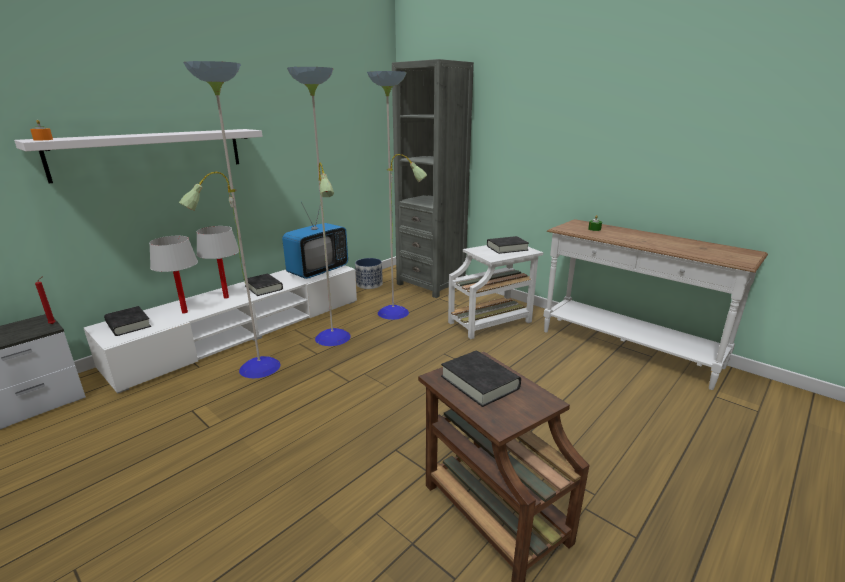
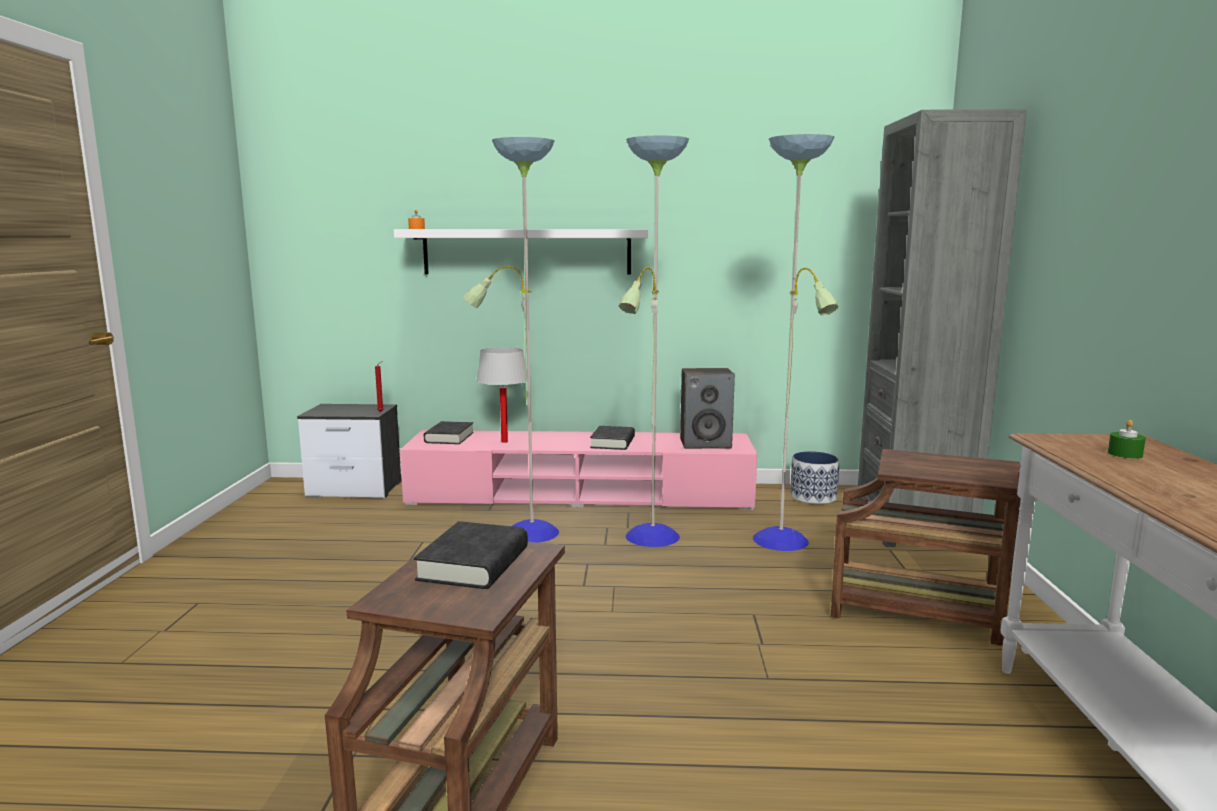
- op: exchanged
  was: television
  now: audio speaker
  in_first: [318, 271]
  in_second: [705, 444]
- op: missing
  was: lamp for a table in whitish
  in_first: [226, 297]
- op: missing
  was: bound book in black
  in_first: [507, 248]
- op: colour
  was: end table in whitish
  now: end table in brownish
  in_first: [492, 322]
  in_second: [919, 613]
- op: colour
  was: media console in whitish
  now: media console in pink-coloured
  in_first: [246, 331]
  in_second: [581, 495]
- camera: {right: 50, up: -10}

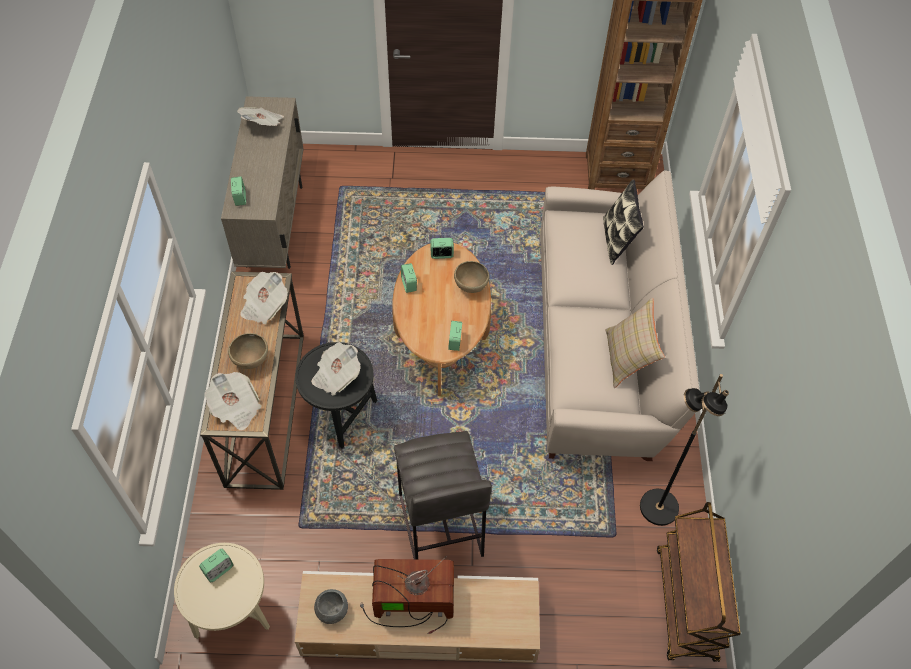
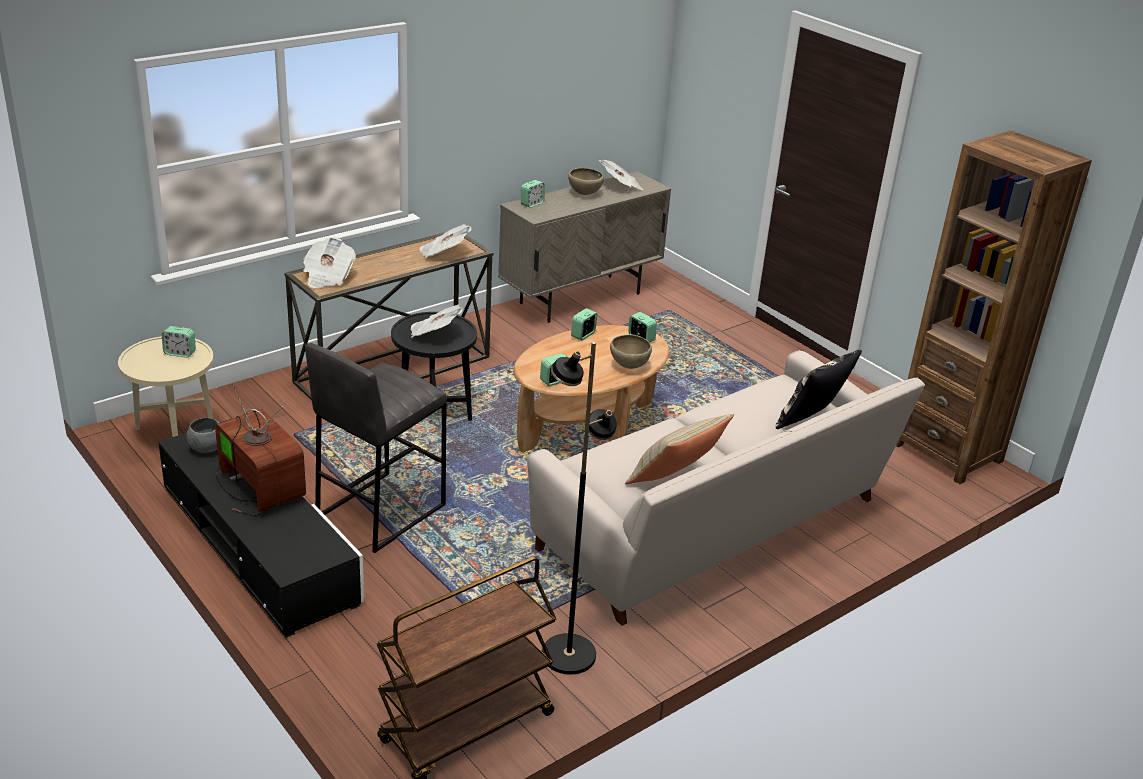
- op: relocated
  was: serving bowl in brownish
  in_first: [251, 361]
  in_second: [584, 194]
- op: colour
  was: media console in beige
  now: media console in black
  in_first: [419, 625]
  in_second: [259, 544]
- camera: {right: 50, up: -25}

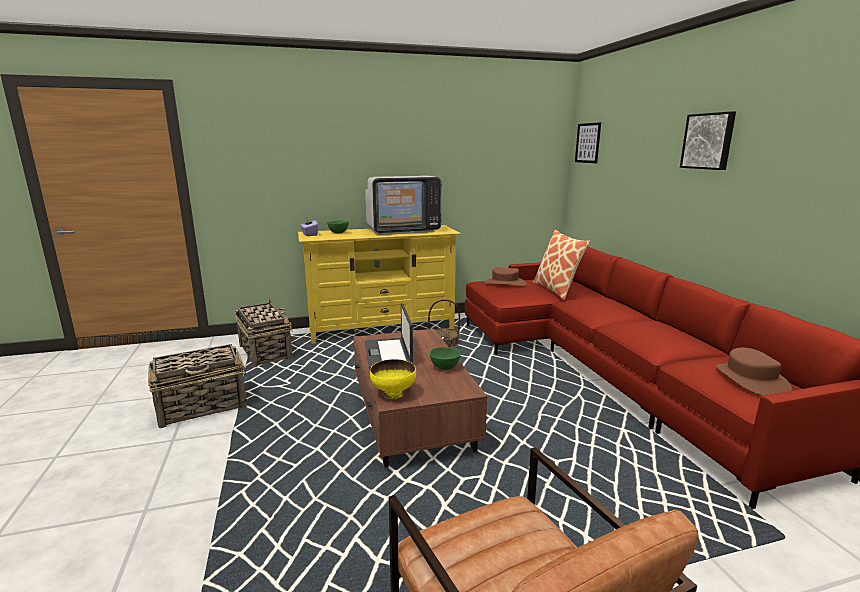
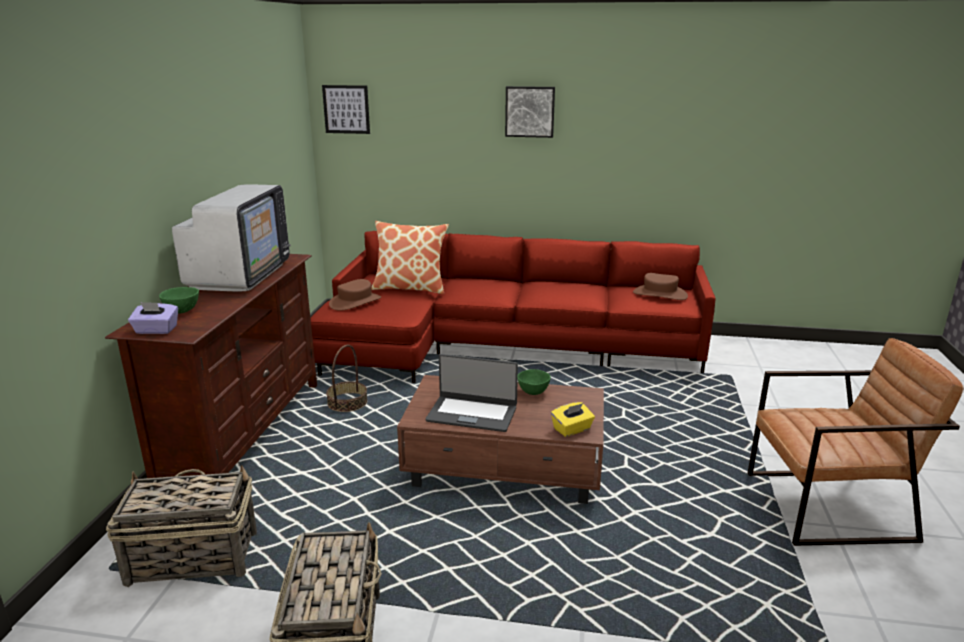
- op: colour
  was: media console in yellow
  now: media console in brownish
  in_first: [382, 329]
  in_second: [244, 433]
- op: exchanged
  was: serving bowl in yellow
  now: tissue holder in yellow
  in_first: [394, 393]
  in_second: [572, 429]
- camera: {right: -65, up: 5}

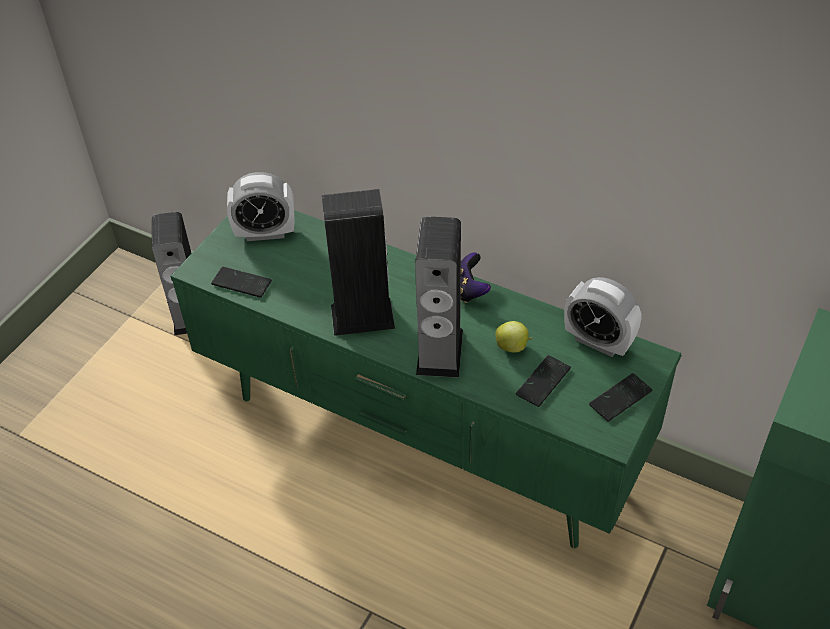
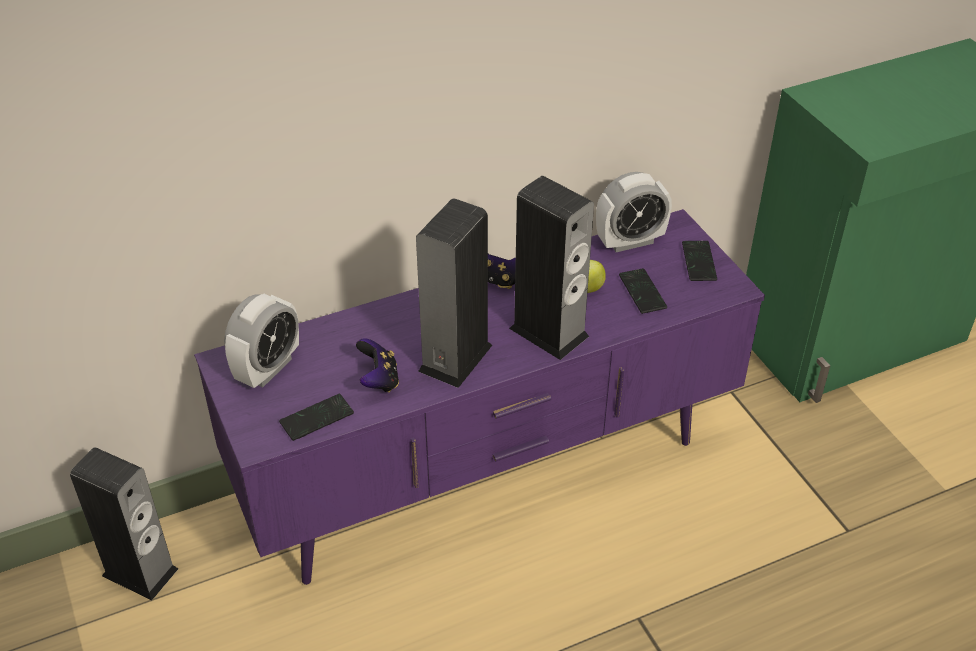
- op: colour
  was: media console in greenish
  now: media console in purple-coloured
  in_first: [420, 439]
  in_second: [487, 478]
- op: appeared
  now: gamepad
  in_second: [379, 380]
- camera: {right: -55, up: -5}

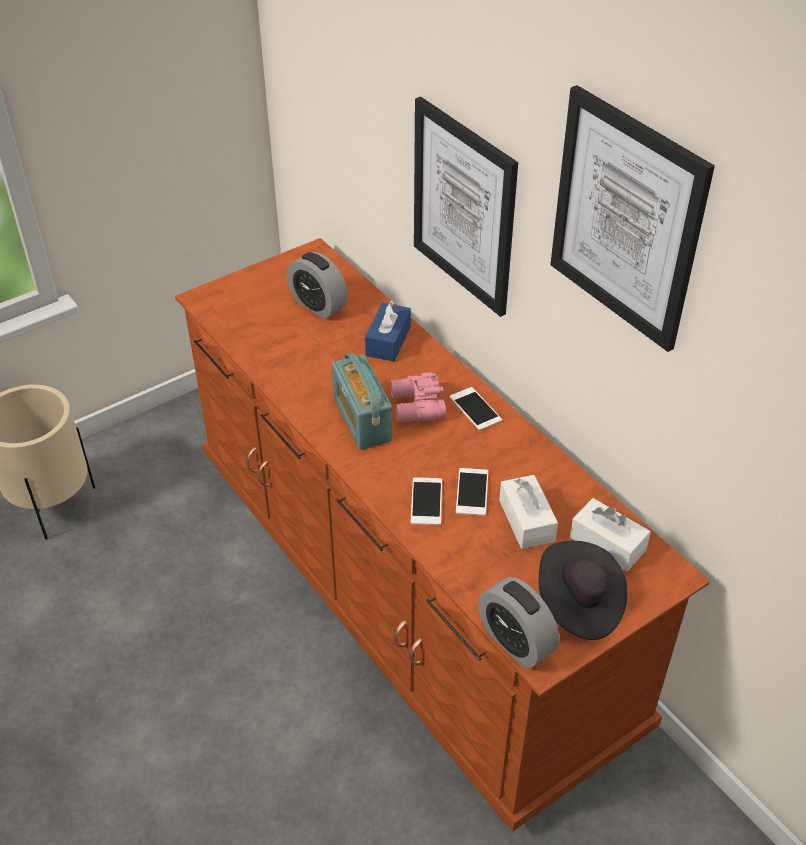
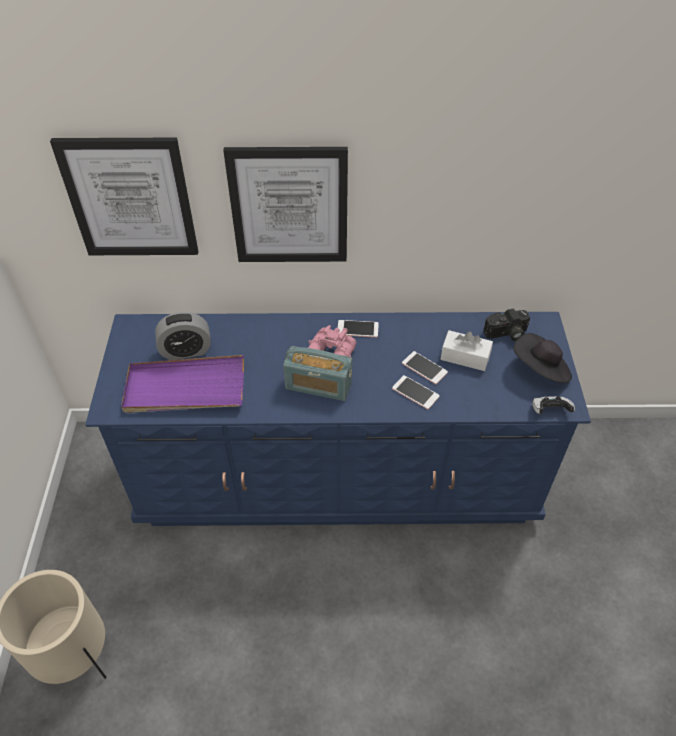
- op: relocated
  was: wall art
  in_first: [626, 219]
  in_second: [130, 198]
- op: colour
  was: chest of drawers in brownish
  now: chest of drawers in blue-coloured
  in_first: [405, 587]
  in_second: [337, 475]
- op: missing
  was: tissue holder in blue-coloured
  in_first: [388, 341]
- op: exchanged
  was: tissue holder in whitish
  now: still camera
  in_first: [607, 544]
  in_second: [506, 334]
- op: exchanged
  was: table clock
  now: gamepad
  in_first: [515, 642]
  in_second: [549, 411]
- op: appeared
  now: serving tray in purple-coloured
  in_second: [185, 388]
- camera: {right: -55, up: 5}

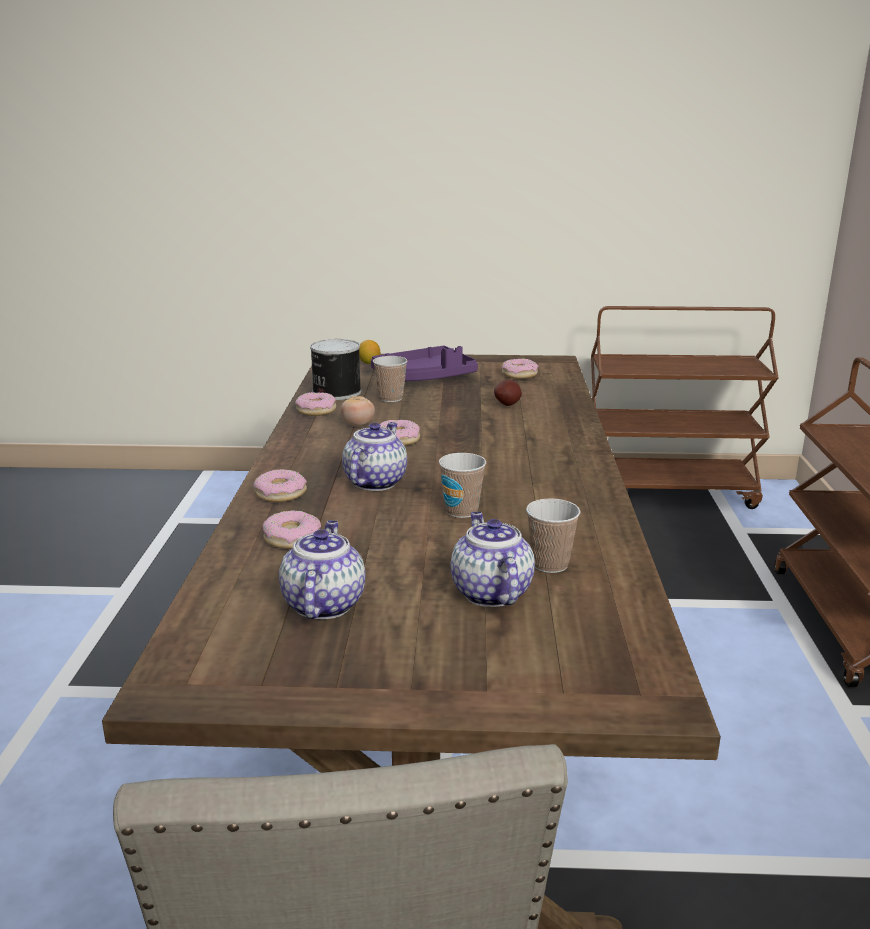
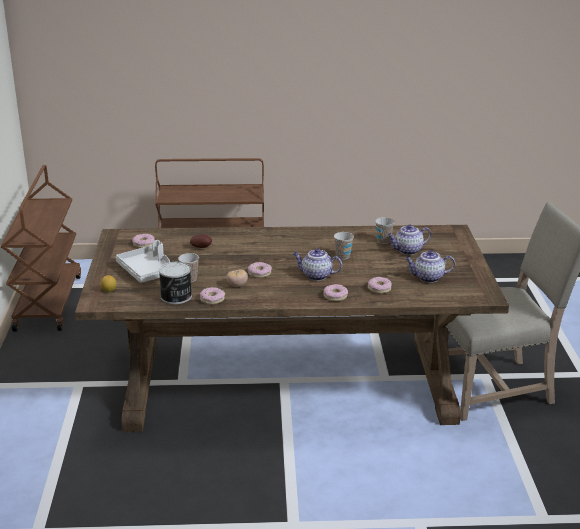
- op: colour
  was: serving tray in purple-coloured
  now: serving tray in grey
  in_first: [424, 378]
  in_second: [147, 271]
- camera: {right: -95, up: 5}

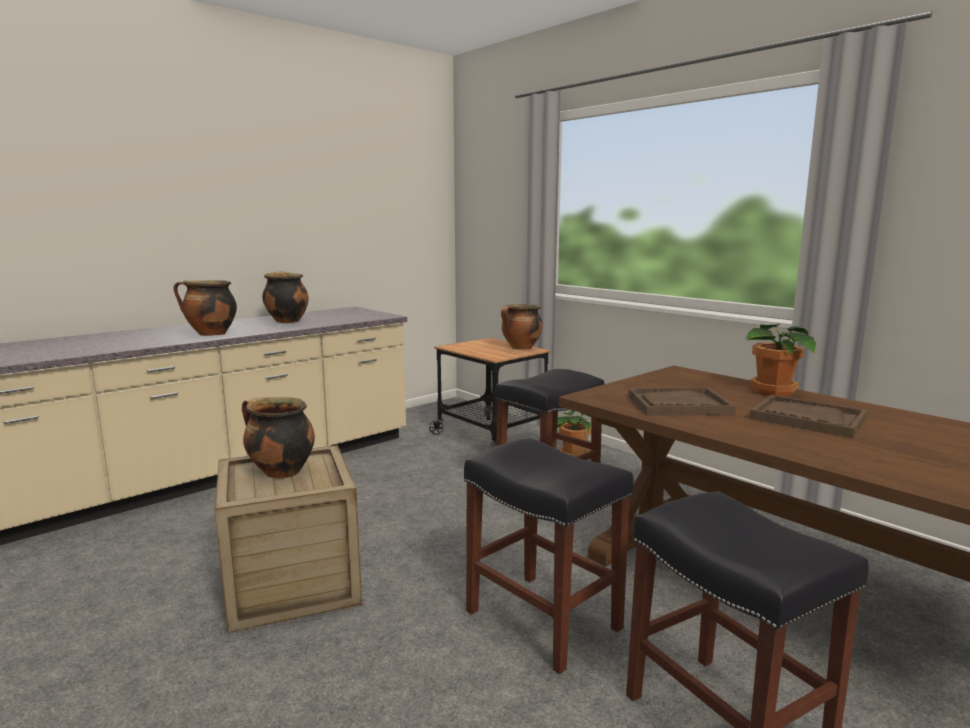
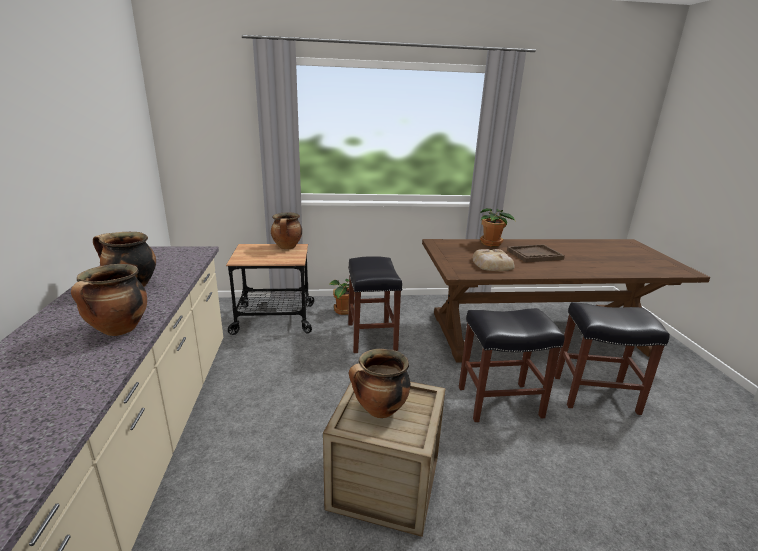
- op: exchanged
  was: serving tray in brownish
  now: baked bread
  in_first: [678, 405]
  in_second: [492, 264]
- camera: {right: -55, up: 10}

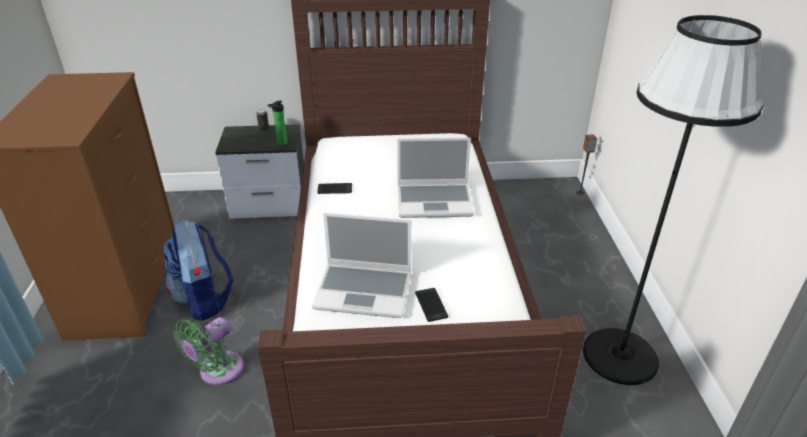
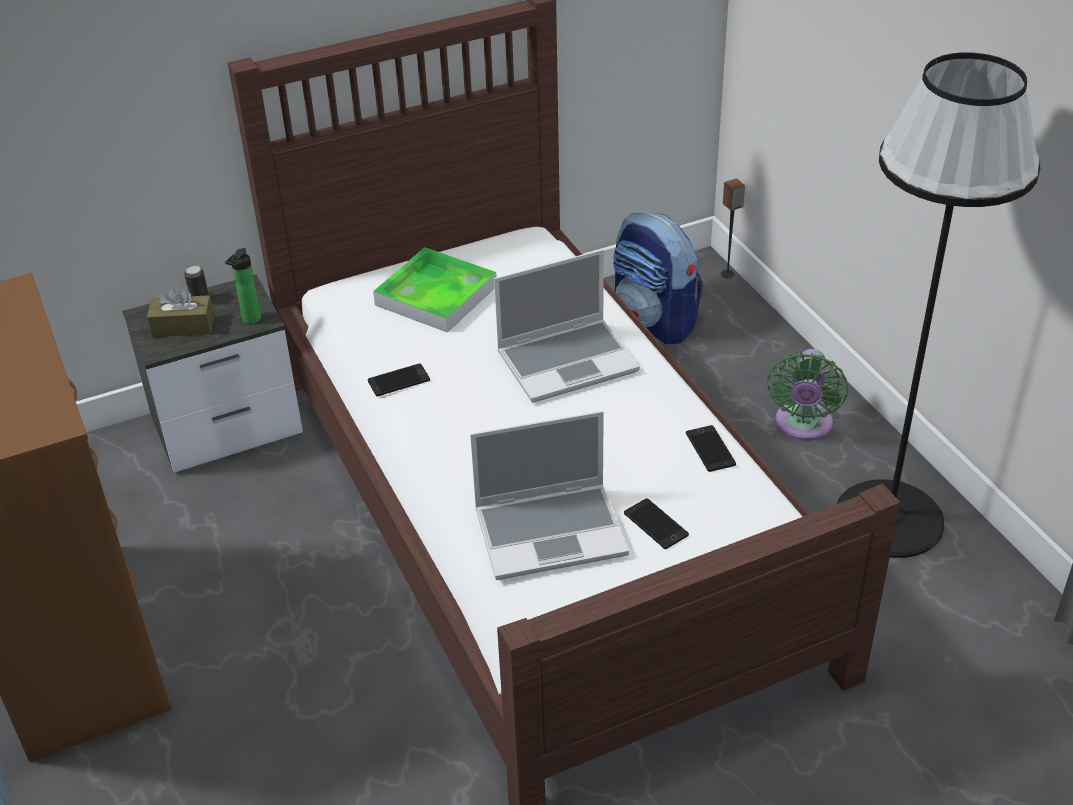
- op: relocated
  was: backpack
  in_first: [205, 299]
  in_second: [654, 322]
- op: relocated
  was: fan in greenish
  in_first: [217, 371]
  in_second: [802, 426]
- op: appeared
  now: serving tray
  in_second: [436, 295]
- op: appeared
  now: tissue holder in brownish
  in_second: [183, 326]
- op: appeared
  now: handset
  in_second: [710, 449]
- camera: {right: -20, up: 5}

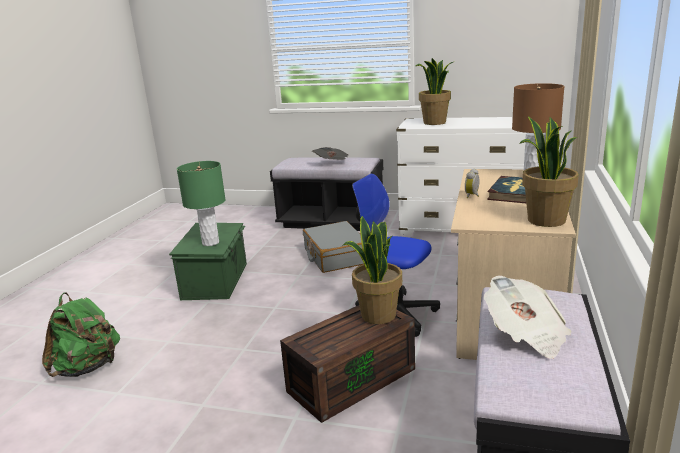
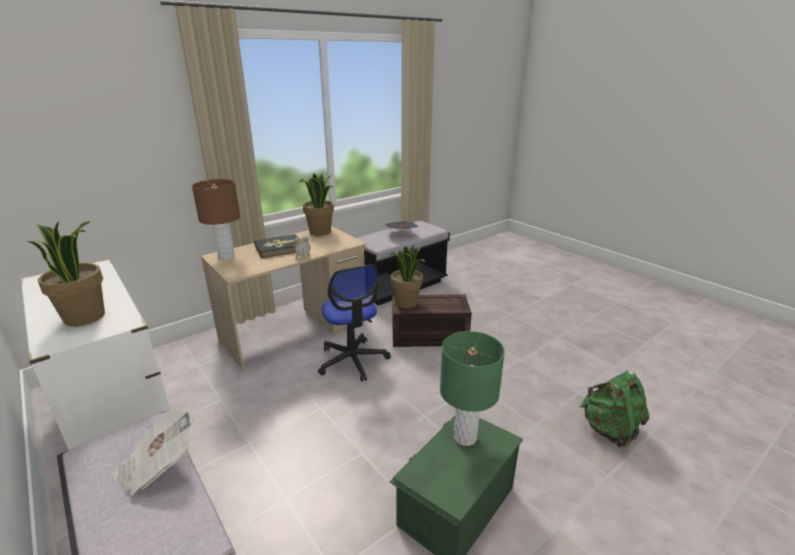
- op: missing
  was: travel case in grey
  in_first: [335, 256]
- camera: {right: -145, up: 5}

